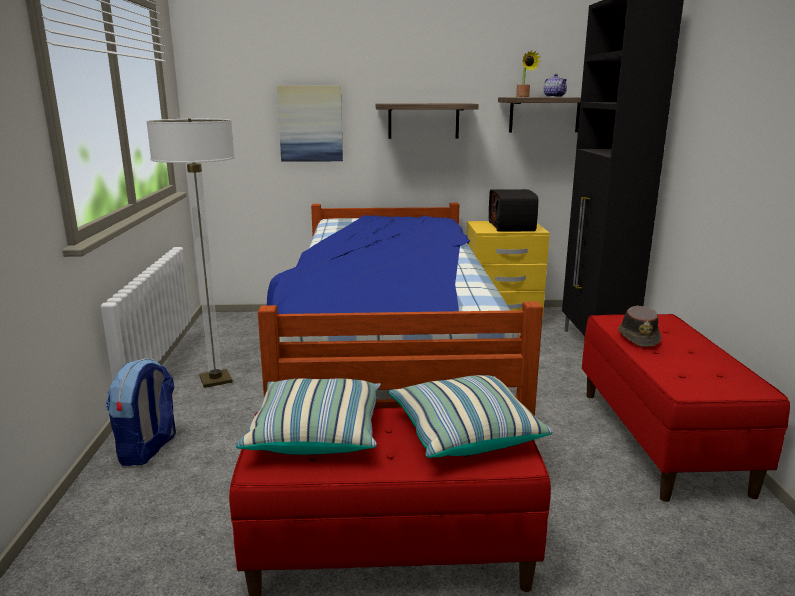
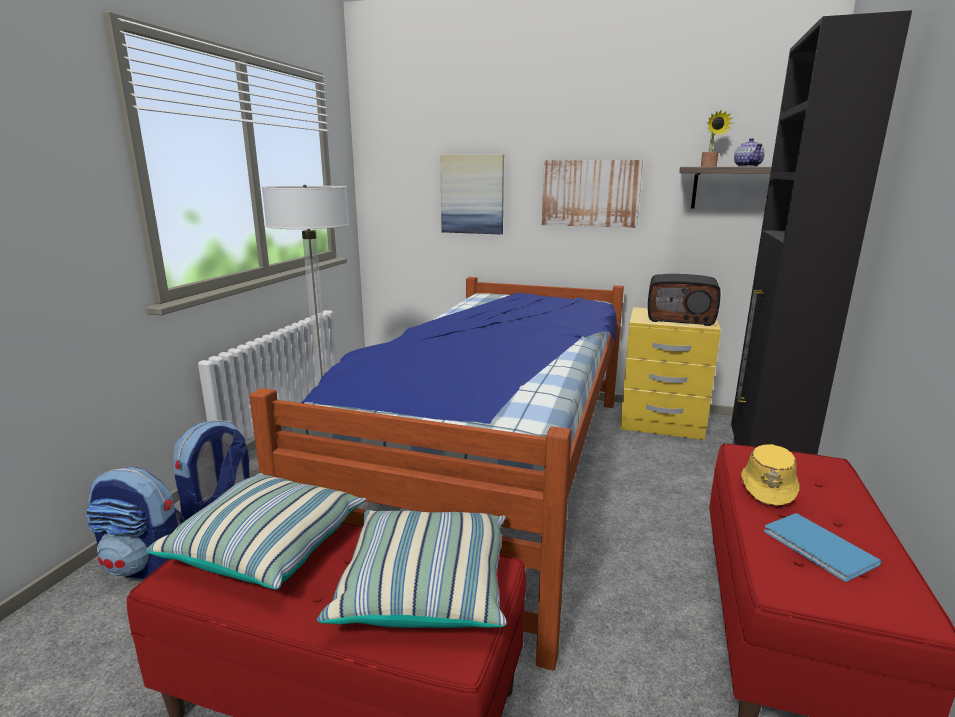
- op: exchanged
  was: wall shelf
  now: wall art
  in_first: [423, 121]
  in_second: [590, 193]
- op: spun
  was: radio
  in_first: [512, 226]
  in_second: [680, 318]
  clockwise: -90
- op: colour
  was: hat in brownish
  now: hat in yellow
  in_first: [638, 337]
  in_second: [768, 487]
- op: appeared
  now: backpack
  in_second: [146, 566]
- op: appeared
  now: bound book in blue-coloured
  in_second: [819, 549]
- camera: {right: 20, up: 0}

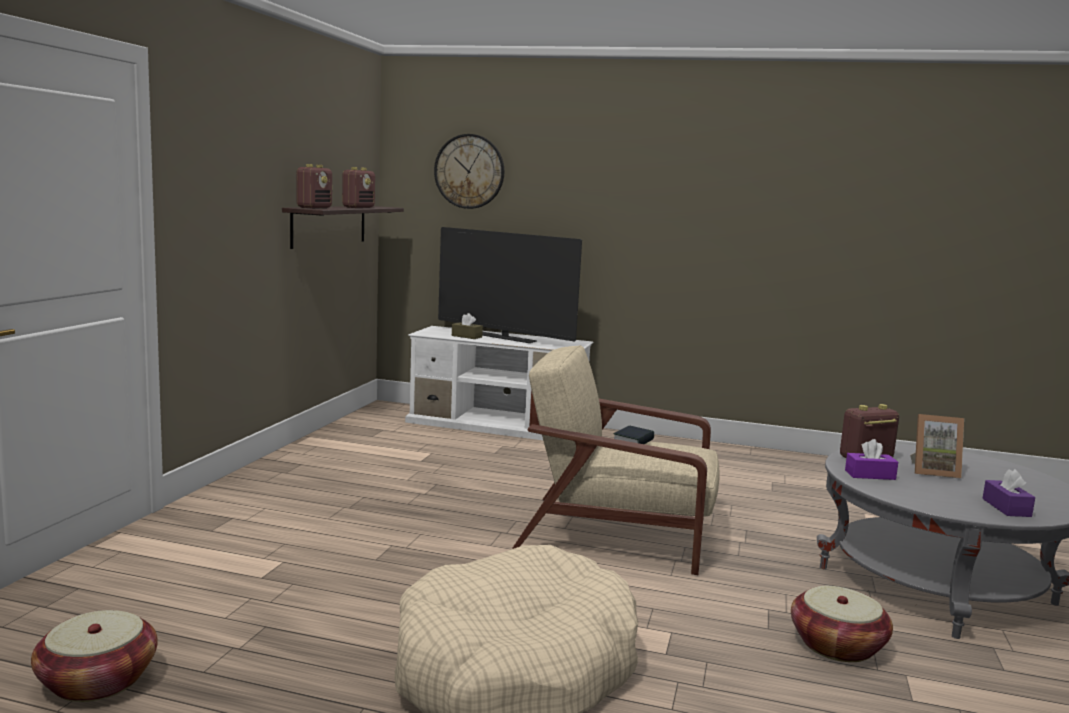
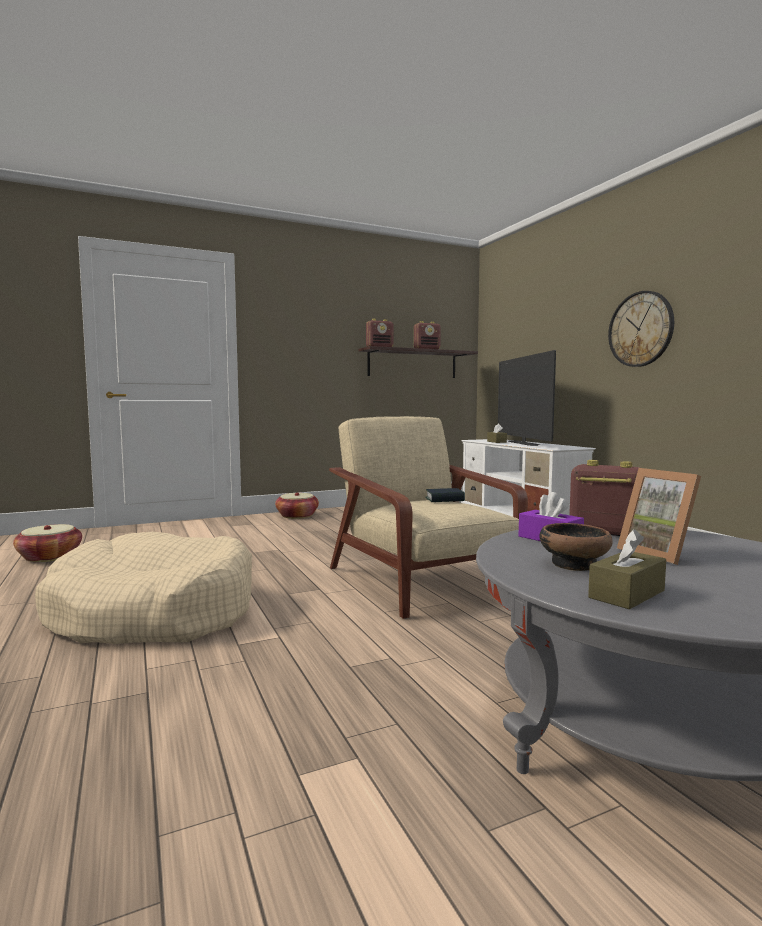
- op: relocated
  was: hanging clock
  in_first: [469, 171]
  in_second: [640, 329]
- op: colour
  was: tissue holder in purple-coloured
  now: tissue holder in brownish
  in_first: [1006, 507]
  in_second: [627, 594]
- op: relocated
  was: basket
  in_first: [837, 646]
  in_second: [297, 516]
- op: appeared
  now: serving bowl
  in_second: [574, 564]
- camera: {right: 50, up: -5}

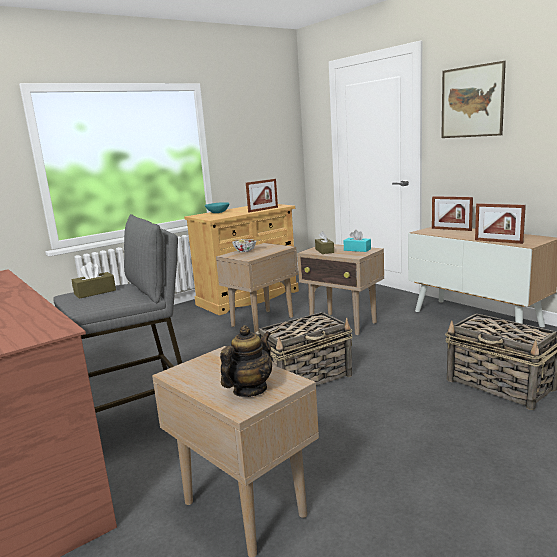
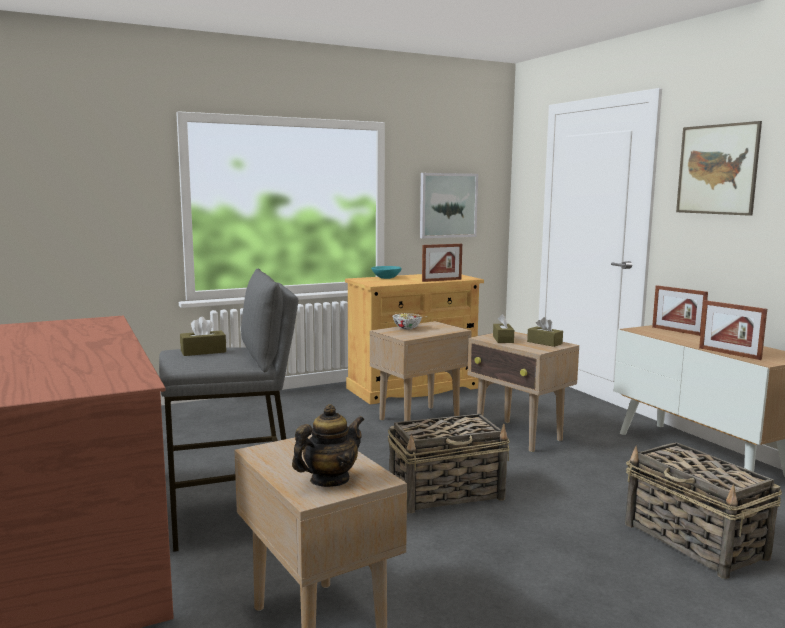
- op: colour
  was: tissue holder in turquoise-coloured
  now: tissue holder in brownish
  in_first: [357, 249]
  in_second: [544, 342]
- op: appeared
  now: wall art
  in_second: [448, 205]
- camera: {right: 10, up: -5}

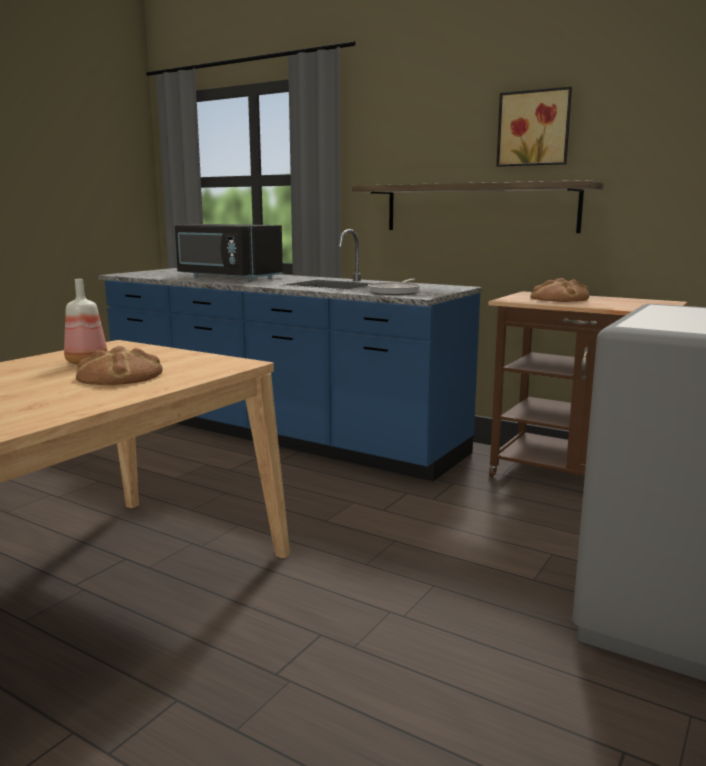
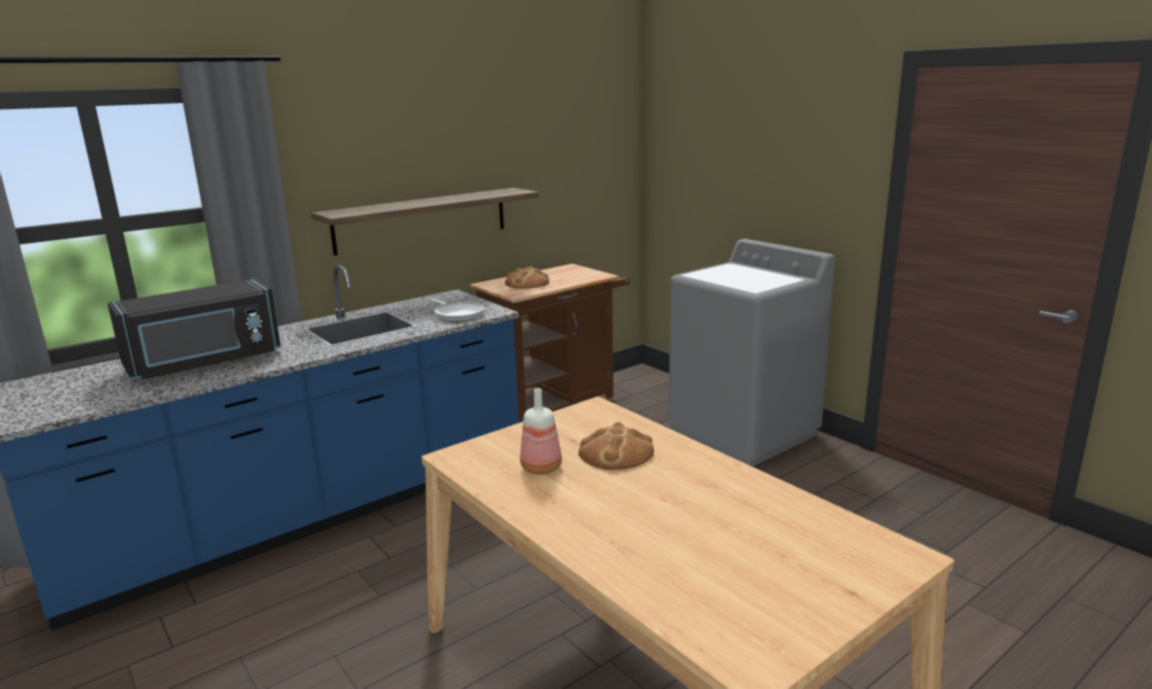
- op: missing
  was: wall art
  in_first: [534, 128]
- camera: {right: -70, up: 5}

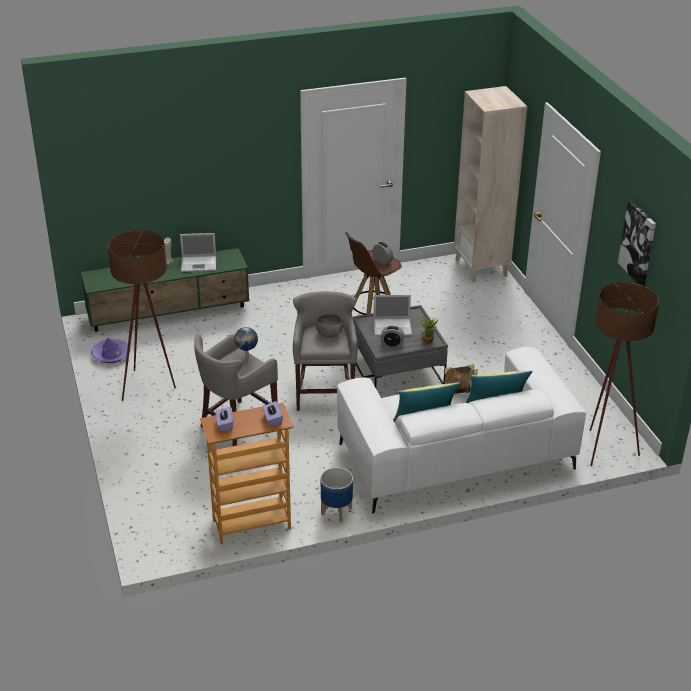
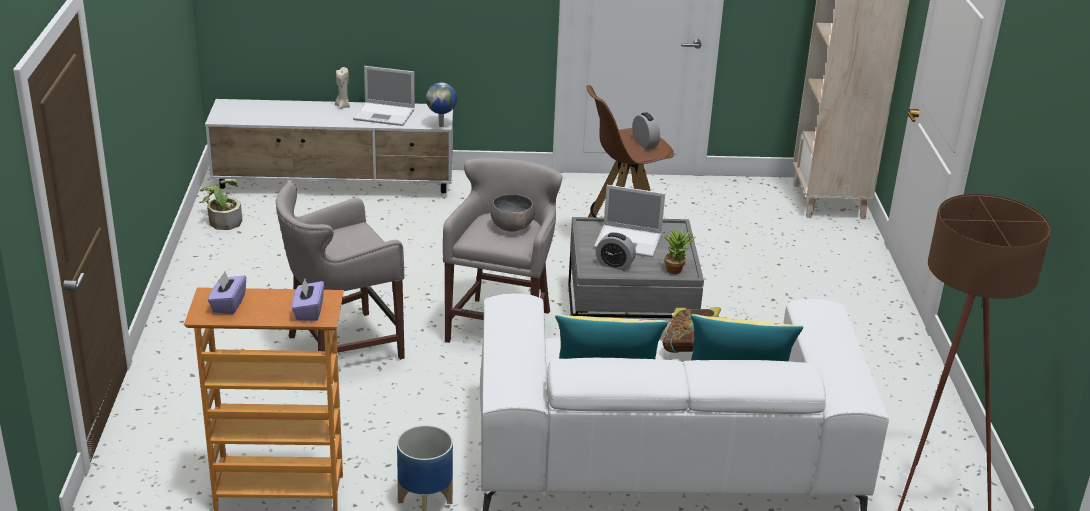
- op: missing
  was: wall art
  in_first: [638, 243]
- op: missing
  was: floor lamp in brownish
  in_first: [150, 387]
- op: colour
  was: media console in greenish
  now: media console in whitish
  in_first: [169, 313]
  in_second: [336, 184]
- op: relocated
  was: world globe
  in_first: [247, 357]
  in_second: [442, 125]
- op: exchanged
  was: hat in purple-coloured
  now: potted plant
  in_first: [111, 355]
  in_second: [222, 220]
- camera: {right: 15, up: -5}

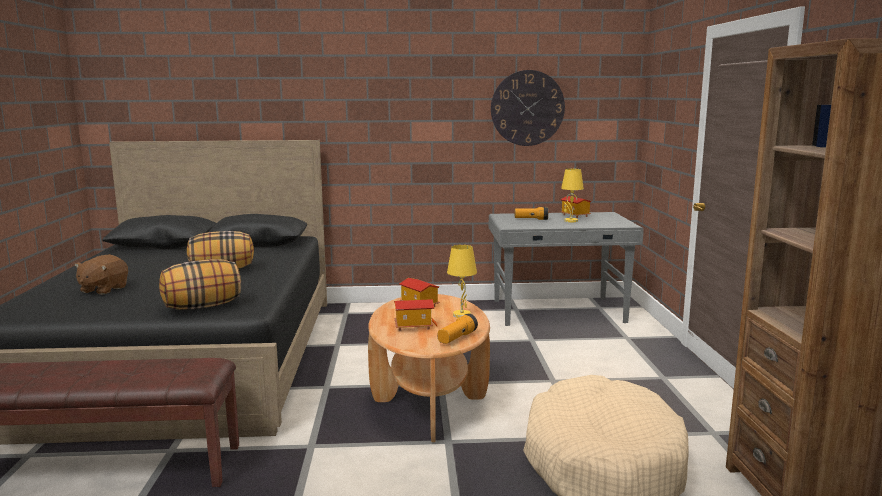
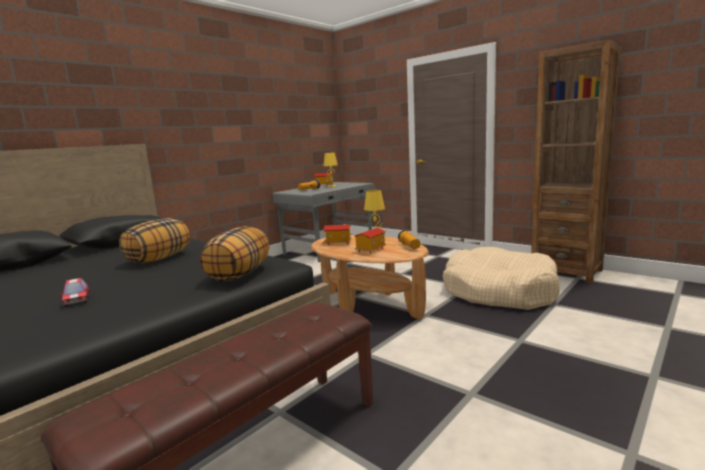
- op: missing
  was: hanging clock
  in_first: [527, 108]
- op: exchanged
  was: plush toy in brownish
  now: model car
  in_first: [103, 289]
  in_second: [77, 301]
- camera: {right: -45, up: 0}

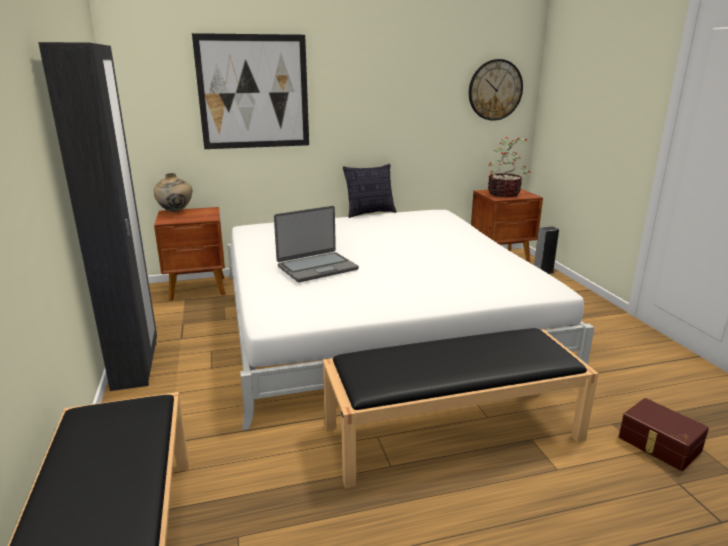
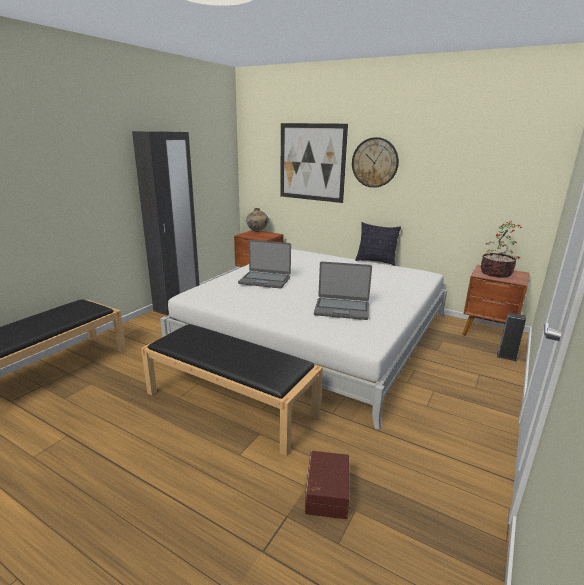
- op: relocated
  was: hanging clock
  in_first: [495, 90]
  in_second: [375, 162]
- op: appeared
  now: notebook computer
  in_second: [342, 309]
- camera: {right: 45, up: 0}

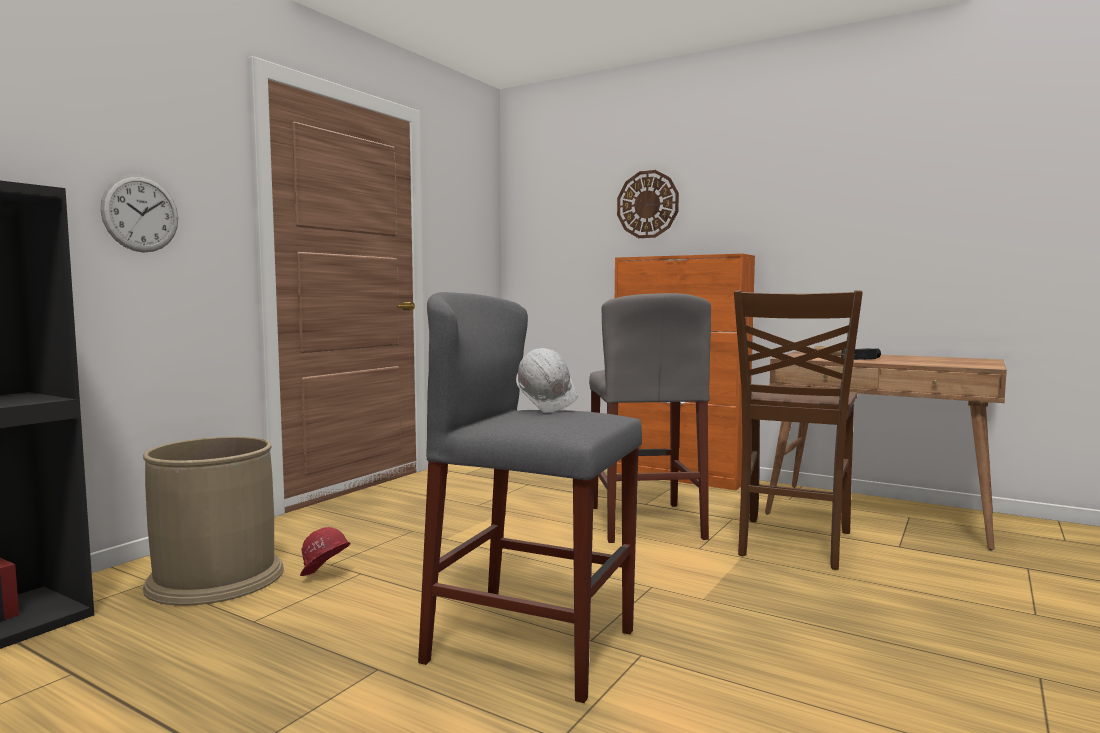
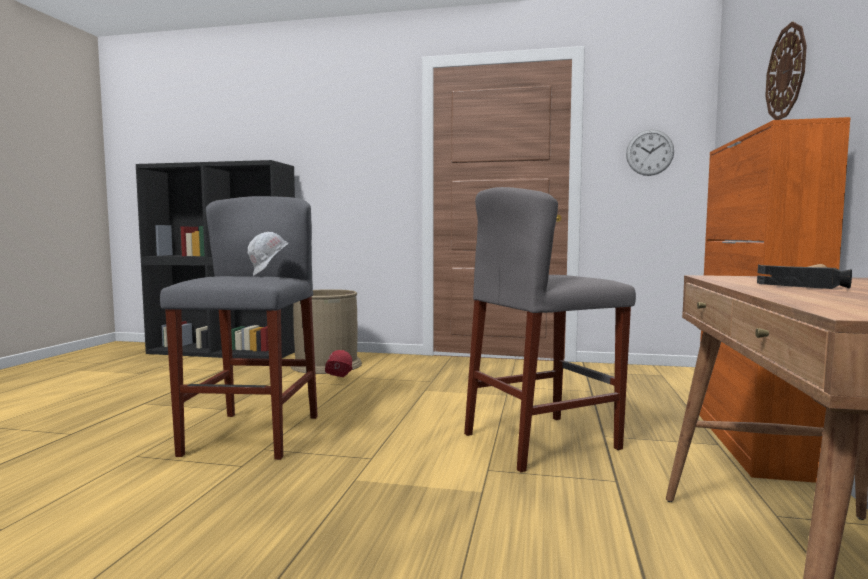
- op: relocated
  was: hanging clock
  in_first: [140, 214]
  in_second: [649, 152]
- op: missing
  was: upright chair in brownish
  in_first: [791, 544]
- camera: {right: 70, up: 0}

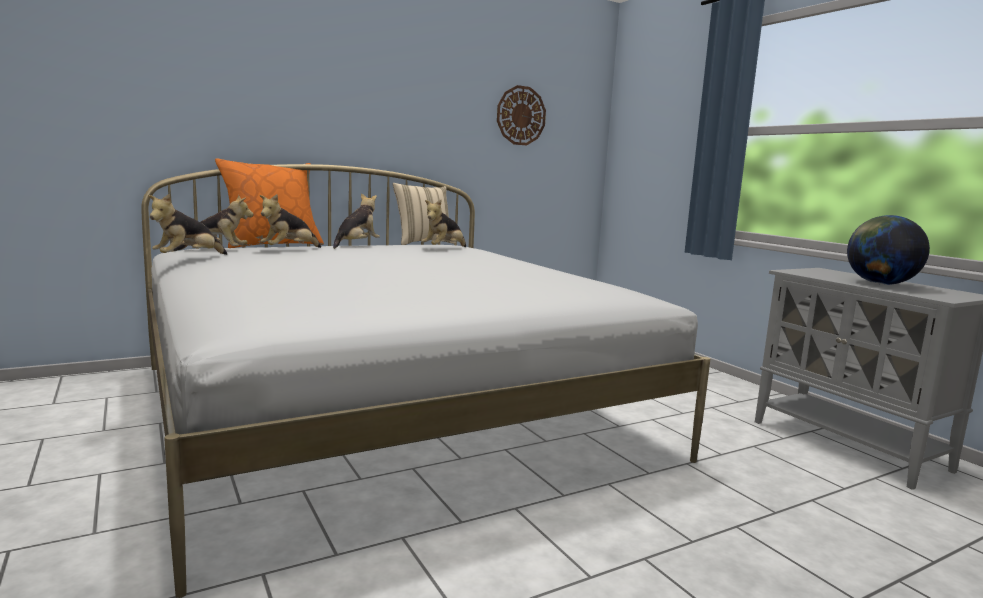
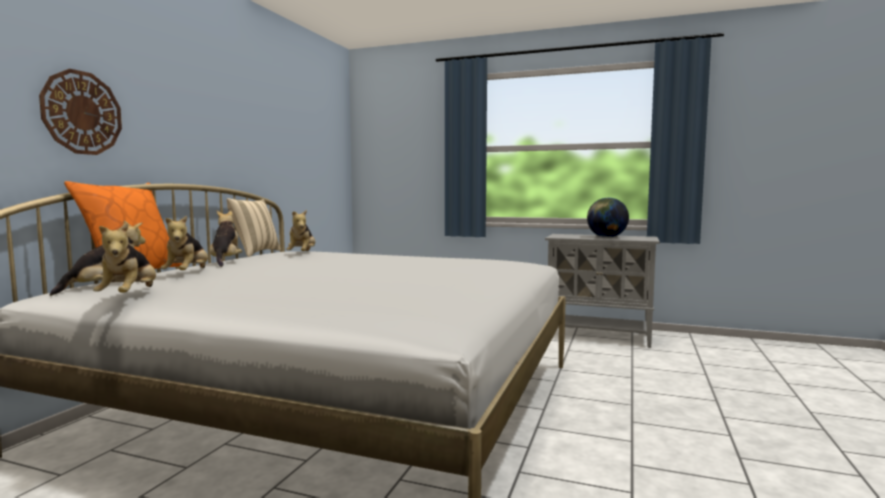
- op: relocated
  was: hanging clock
  in_first: [521, 115]
  in_second: [82, 113]
- camera: {right: -40, up: -5}

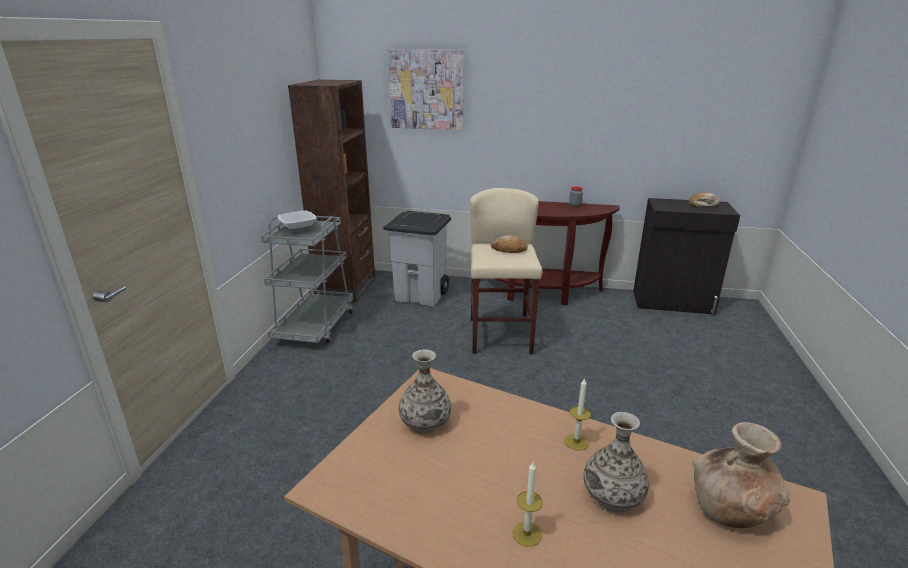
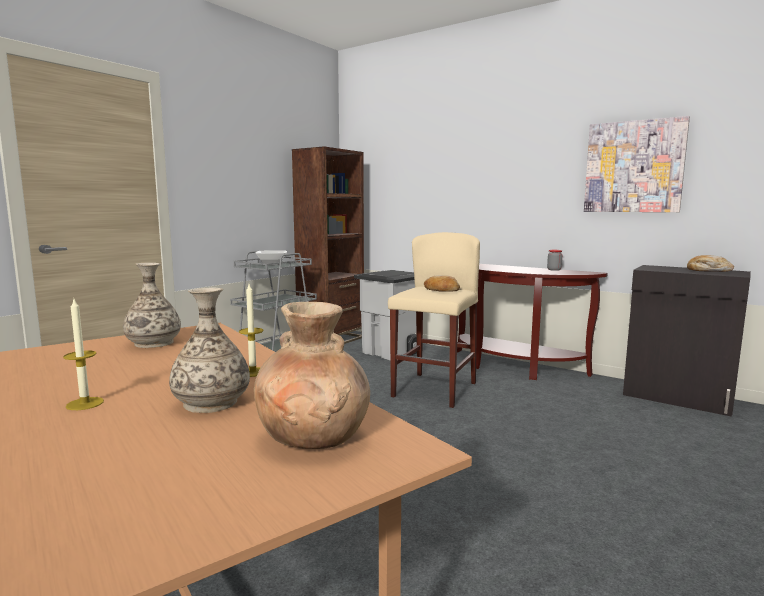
- op: relocated
  was: wall art
  in_first: [426, 89]
  in_second: [634, 167]
- camera: {right: 25, up: -15}

